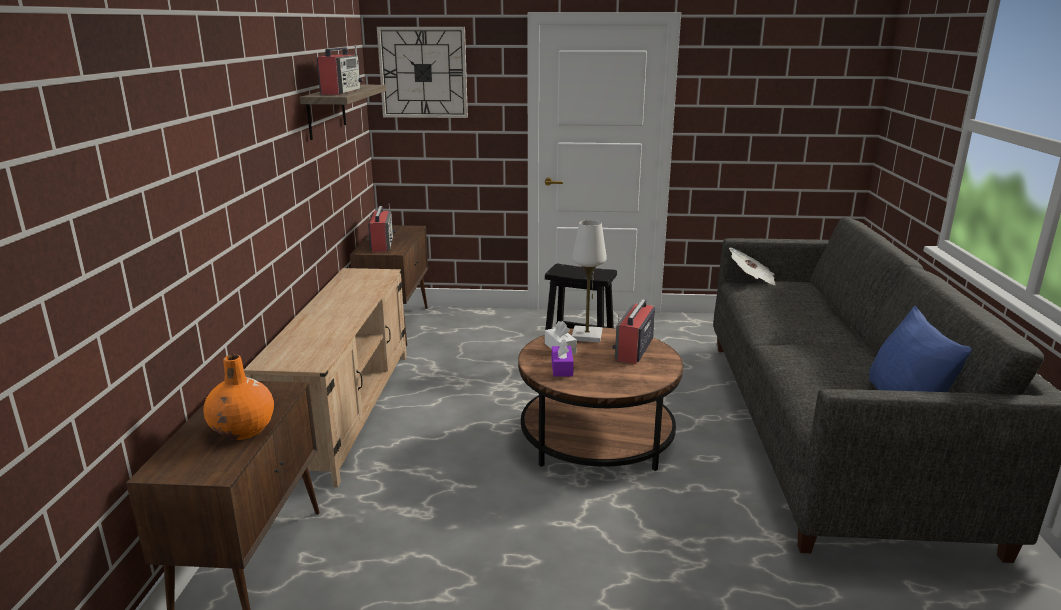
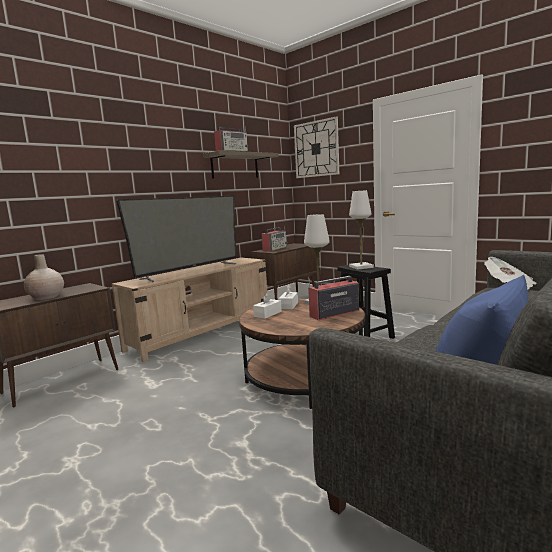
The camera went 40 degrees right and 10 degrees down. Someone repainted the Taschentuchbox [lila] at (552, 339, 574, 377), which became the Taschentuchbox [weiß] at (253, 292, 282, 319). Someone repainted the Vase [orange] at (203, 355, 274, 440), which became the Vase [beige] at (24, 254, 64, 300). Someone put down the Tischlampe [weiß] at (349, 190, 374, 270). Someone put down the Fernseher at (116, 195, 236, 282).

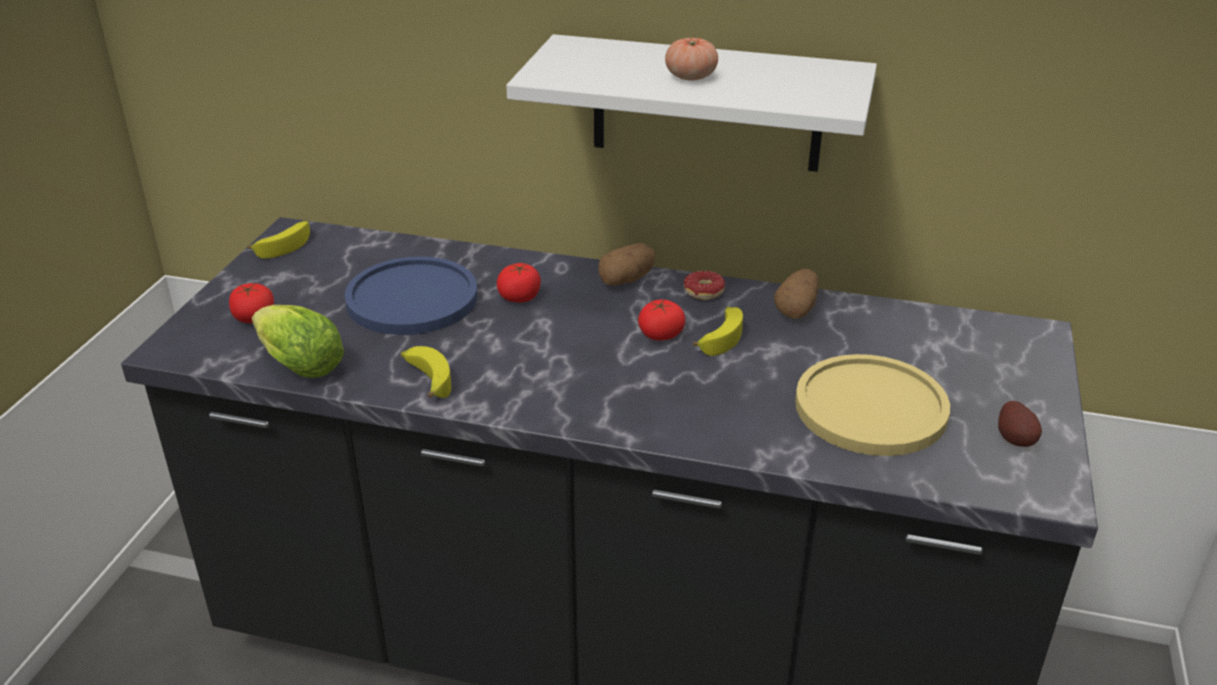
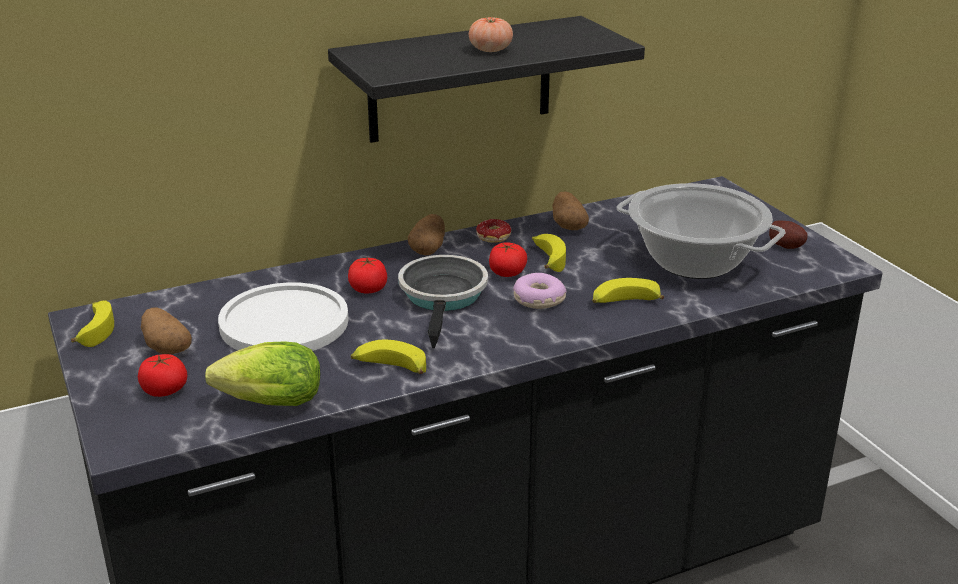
The camera went 40 degrees left and 5 degrees down. Someone repainted the Wandregal [weiß] at (506, 34, 877, 172), which became the Wandregal [schwarz] at (328, 16, 645, 143). Someone repainted the Teller [blau] at (345, 257, 478, 335), which became the Teller [weiß] at (218, 282, 349, 351). Someone swapped the Teller [gelb] at (795, 354, 950, 456) for the Kochtopf at (617, 183, 786, 279). Someone put down the Pfanne at (398, 255, 488, 348). Someone put down the Donut at (513, 273, 567, 309). Someone put down the Banane at (593, 278, 664, 303). Someone put down the Kartoffel at (141, 307, 192, 354).

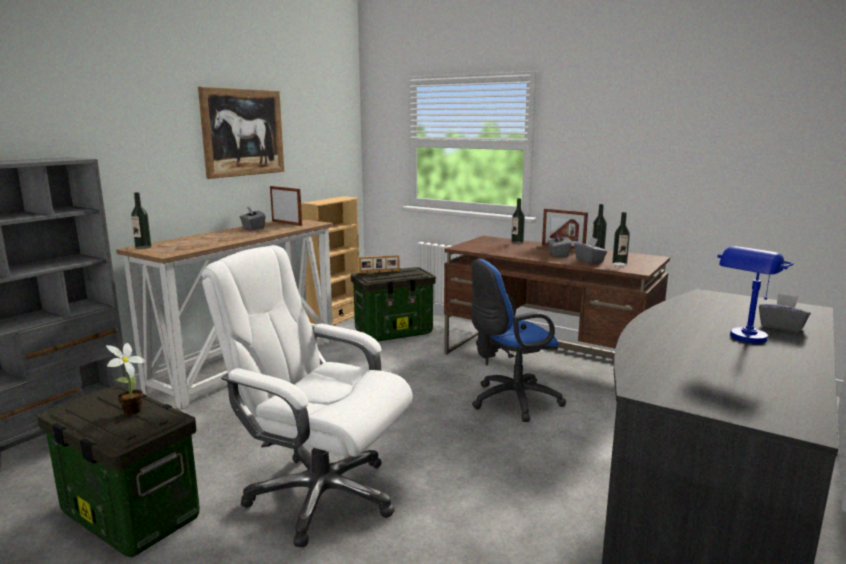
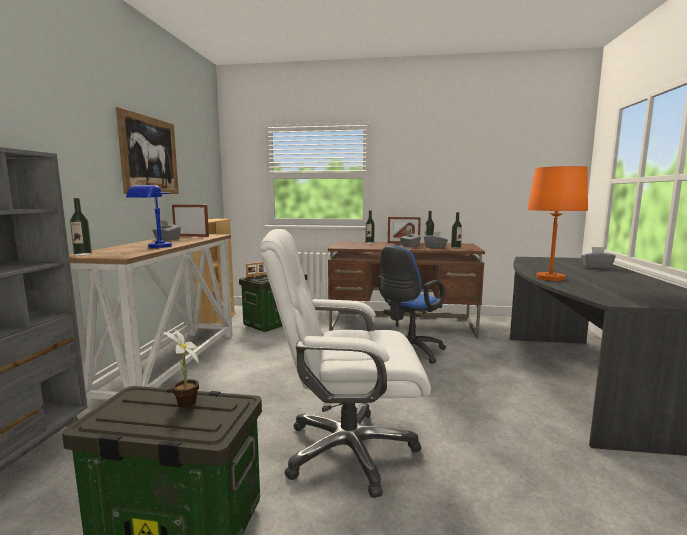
The camera went 25 degrees left and 5 degrees down. Someone carried the Tischlampe [blau] from (718, 246, 794, 343) to (126, 185, 172, 248). Someone put down the Tischlampe [orange] at (527, 166, 588, 281).

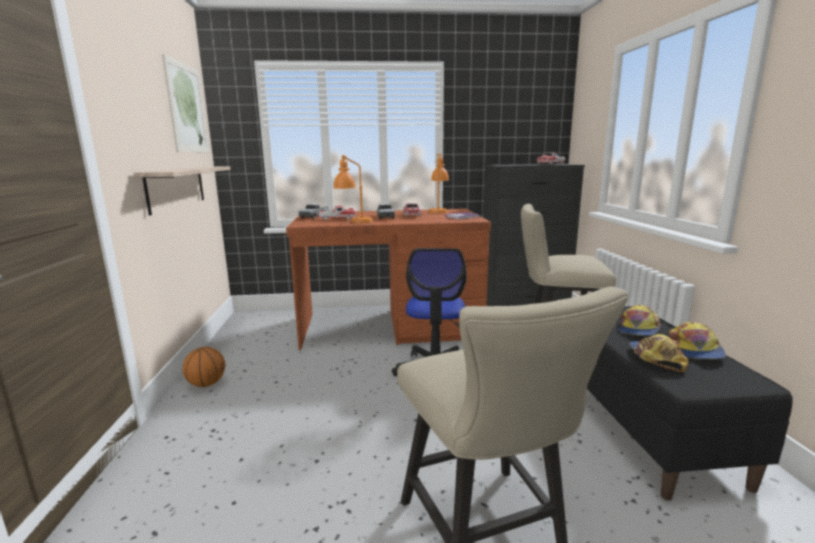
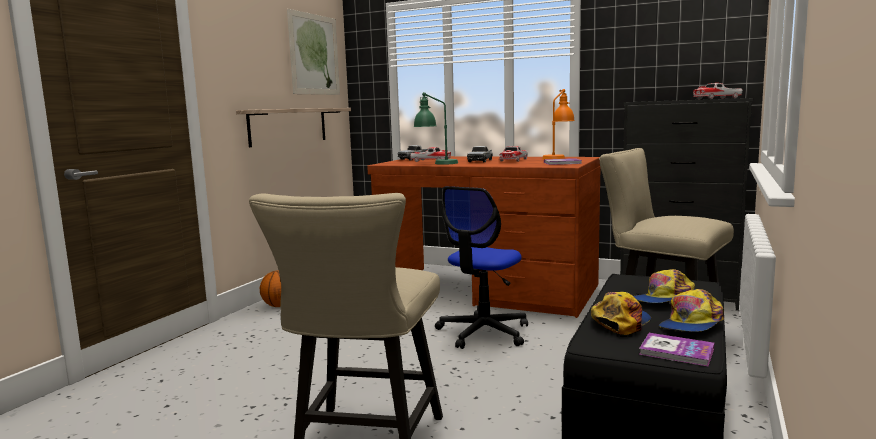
The camera went 30 degrees right and 5 degrees down. Someone repainted the Tischlampe [orange] at (334, 155, 373, 223), which became the Tischlampe [grün] at (413, 92, 458, 165). Someone put down the Buch at (639, 333, 714, 366).

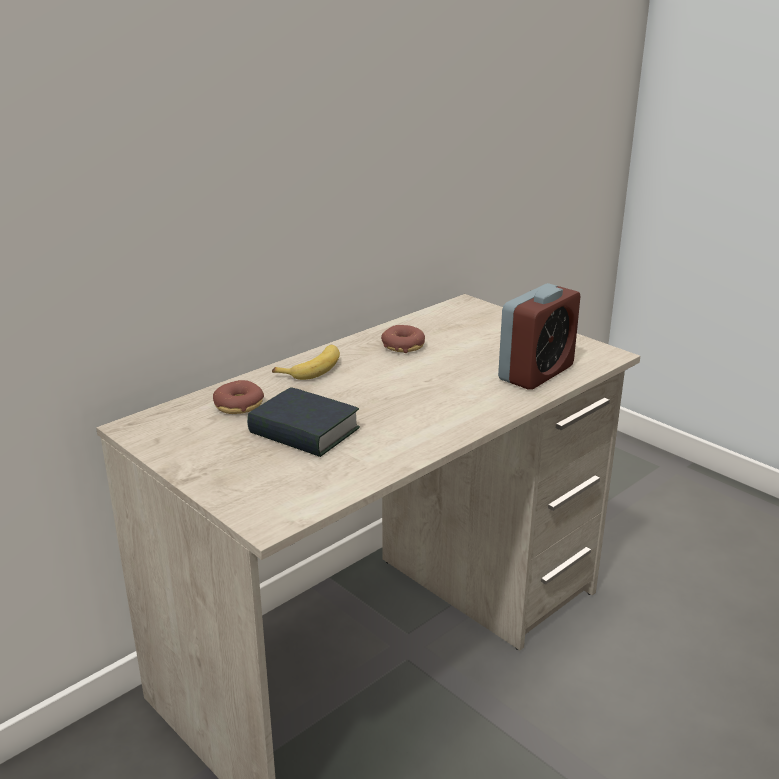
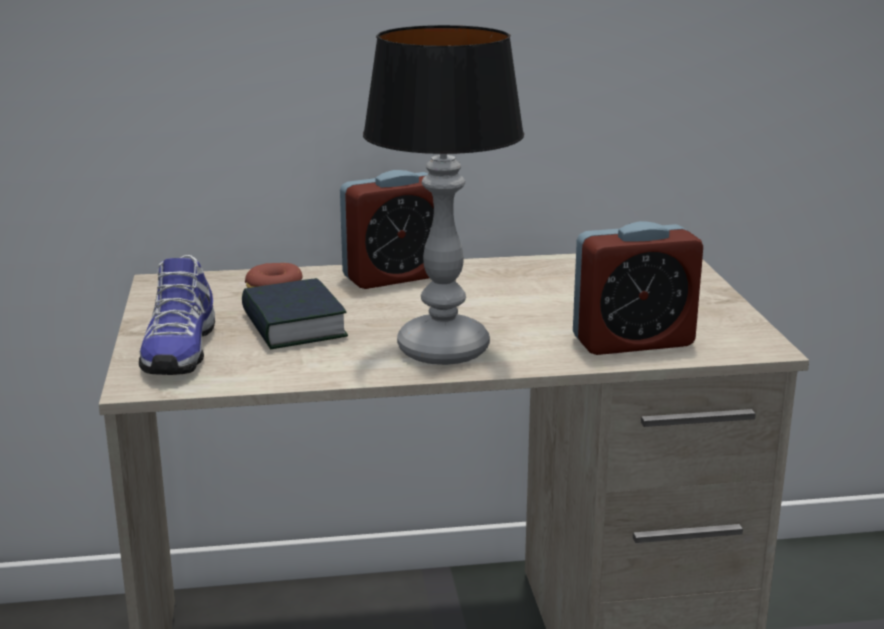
The camera went 35 degrees right and 5 degrees down. Someone took away the Donut at (381, 325, 425, 353). Someone swapped the Banane at (272, 345, 340, 380) for the Wecker at (340, 170, 434, 289). Someone put down the Tischlampe at (363, 25, 524, 365). Someone put down the Schuh at (139, 255, 215, 375).

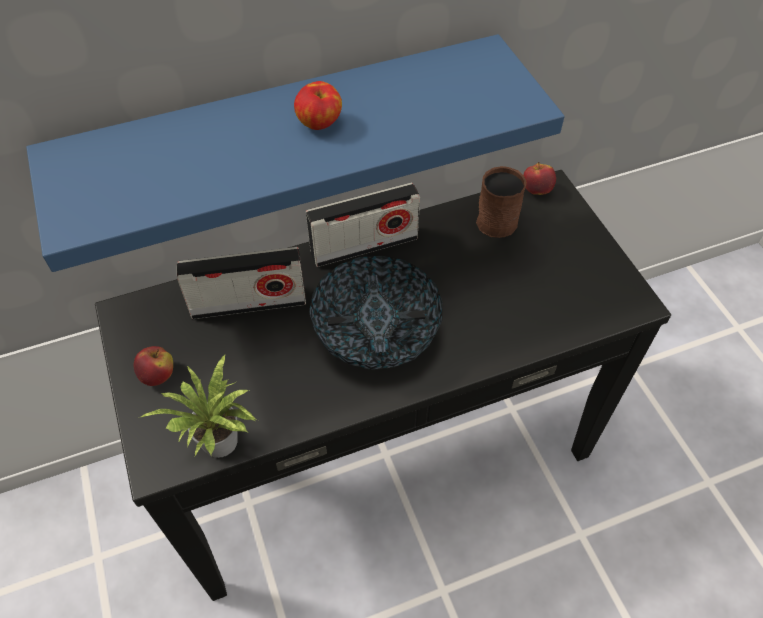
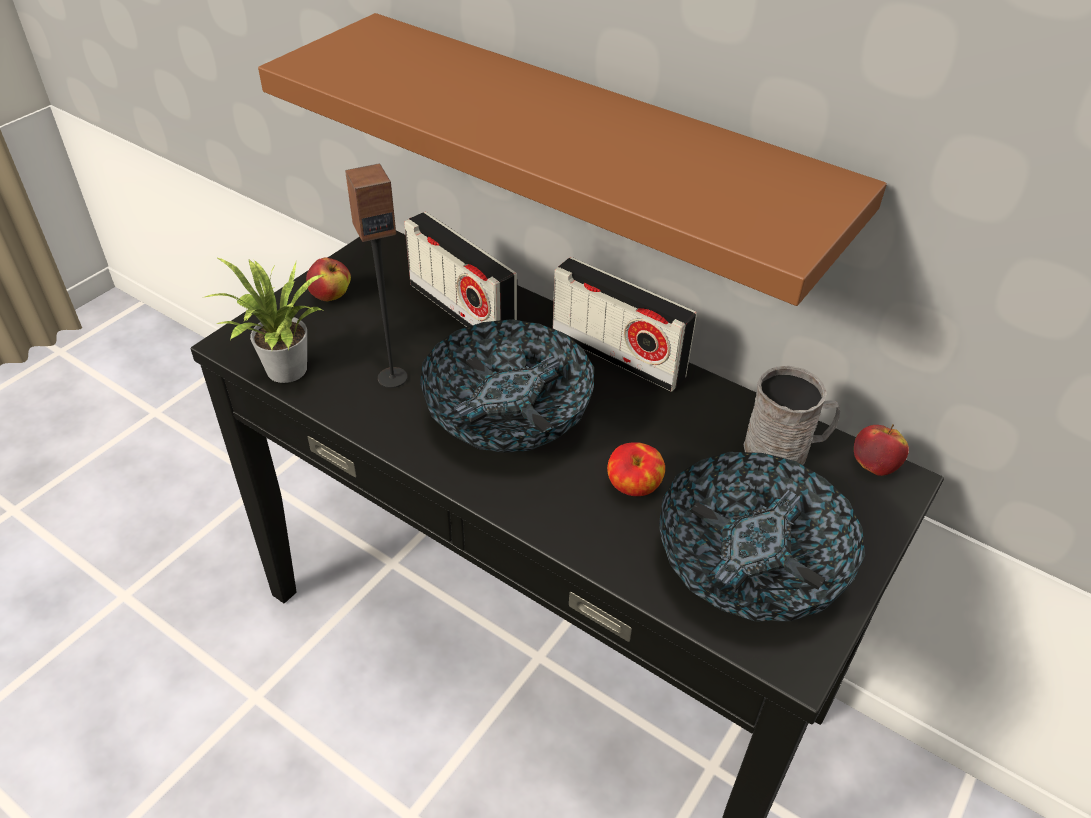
The camera went 55 degrees right and 10 degrees down. Someone repainted the Wandregal [blau] at (26, 34, 565, 272), which became the Wandregal [braun] at (258, 13, 887, 306). Someone carried the Apfel from (294, 81, 342, 130) to (607, 442, 665, 496). Someone repainted the Henkelbecher [braun] at (476, 166, 526, 238), which became the Henkelbecher [grau] at (743, 366, 840, 465). Someone put down the Lautsprecher at (345, 164, 408, 388). Someone put down the Schüssel at (659, 452, 865, 621).

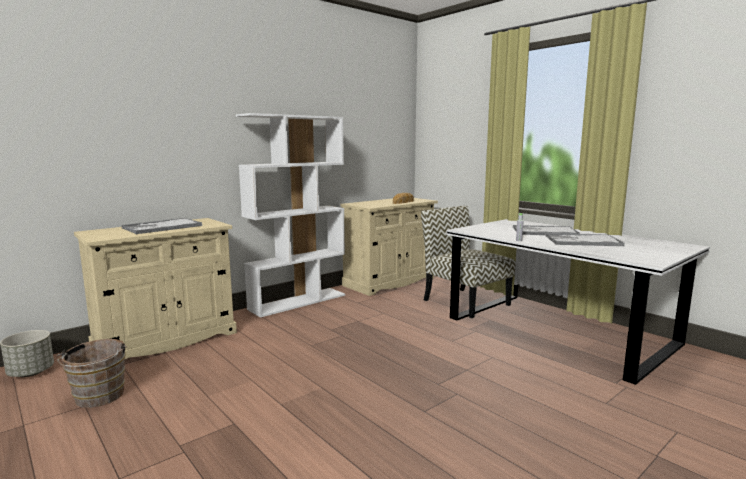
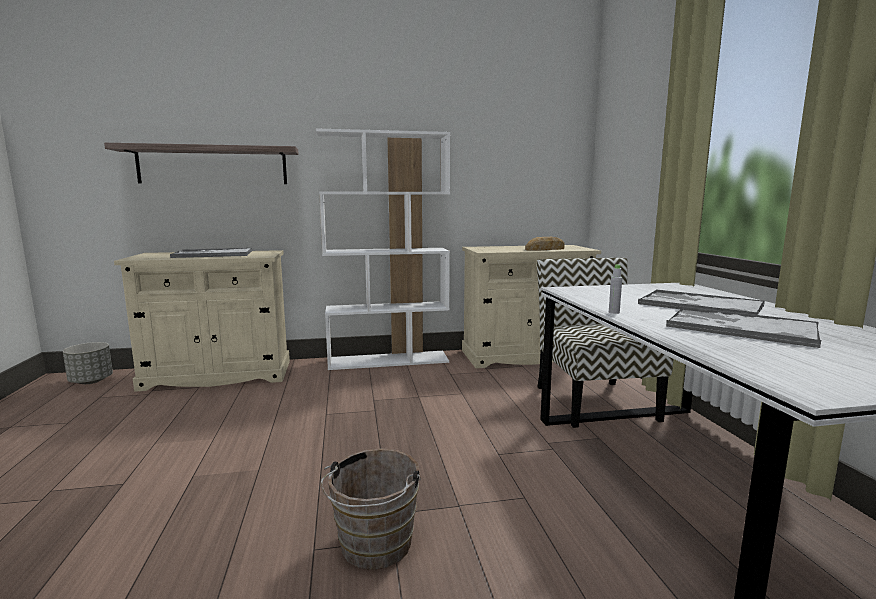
The camera went 30 degrees right and 0 degrees up. Someone carried the Eimer [braun] from (57, 339, 127, 408) to (321, 449, 421, 570). Someone put up the Wandregal at (104, 143, 299, 184).

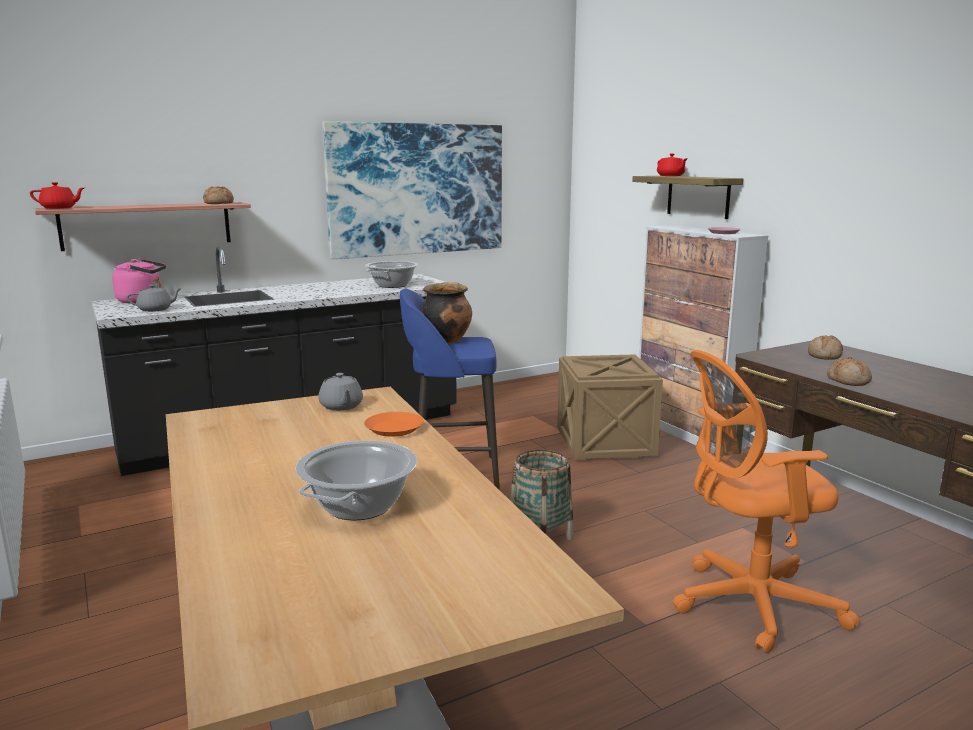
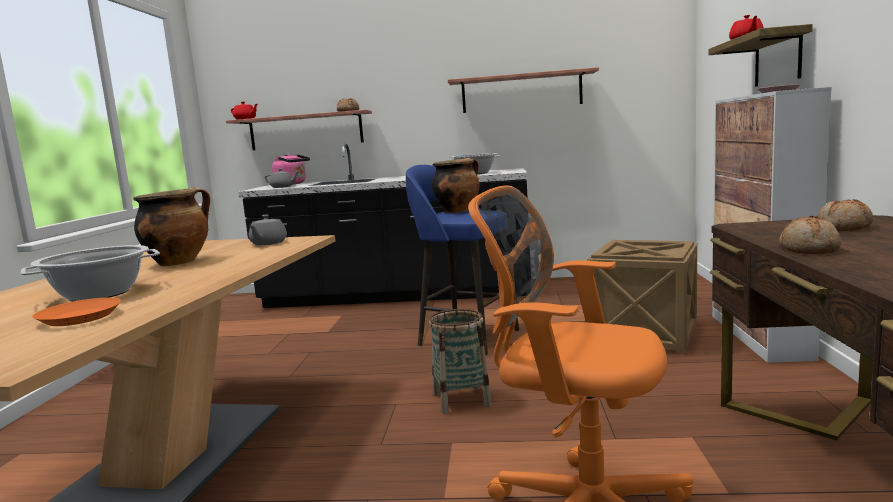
The camera went 35 degrees right and 5 degrees down. Someone swapped the Bild at (322, 121, 502, 259) for the Wandregal at (448, 67, 599, 113). Someone carried the Teller [orange] from (364, 412, 424, 437) to (32, 298, 121, 326). Someone put down the Kochtopf at (133, 188, 210, 266).

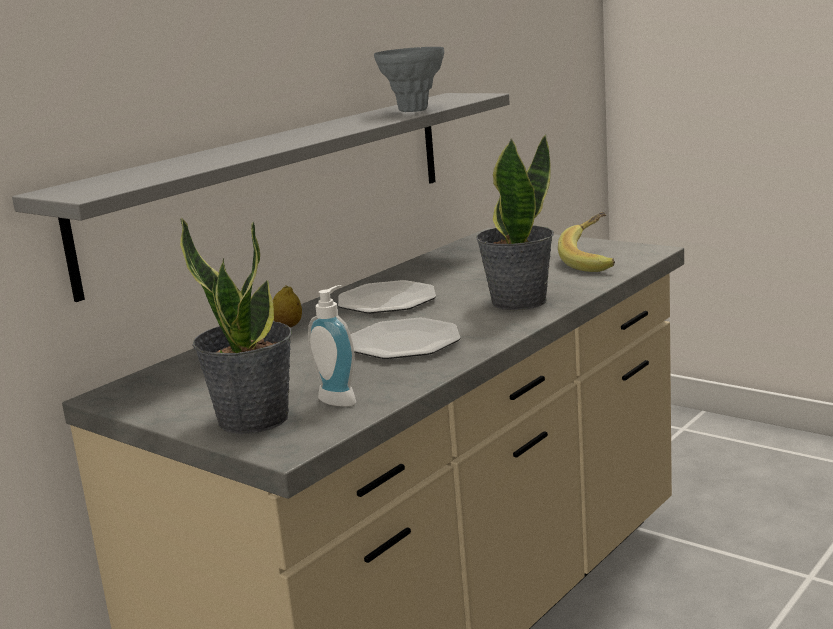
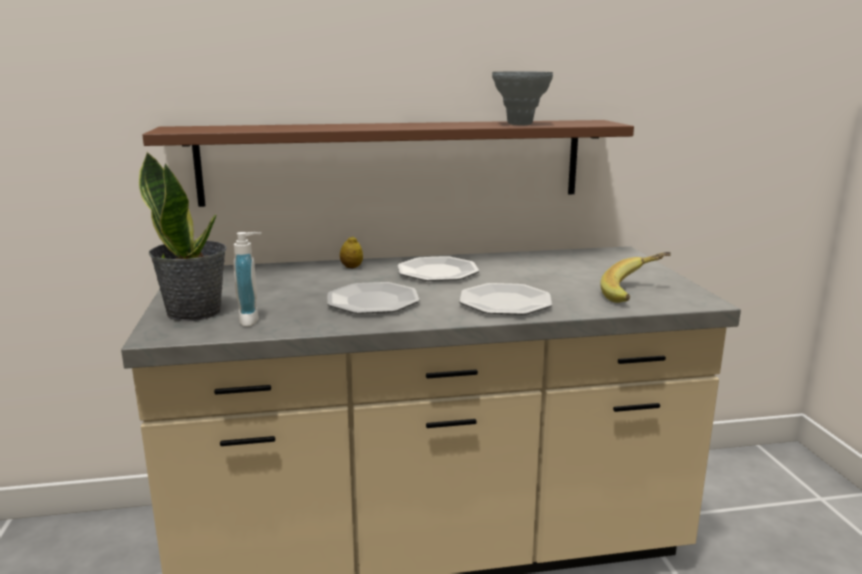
The camera went 40 degrees right and 0 degrees up. Someone repainted the Wandregal [grau] at (12, 93, 510, 302), which became the Wandregal [braun] at (142, 120, 634, 207). Someone swapped the Topfpflanze at (476, 134, 554, 310) for the Teller at (459, 283, 552, 315).

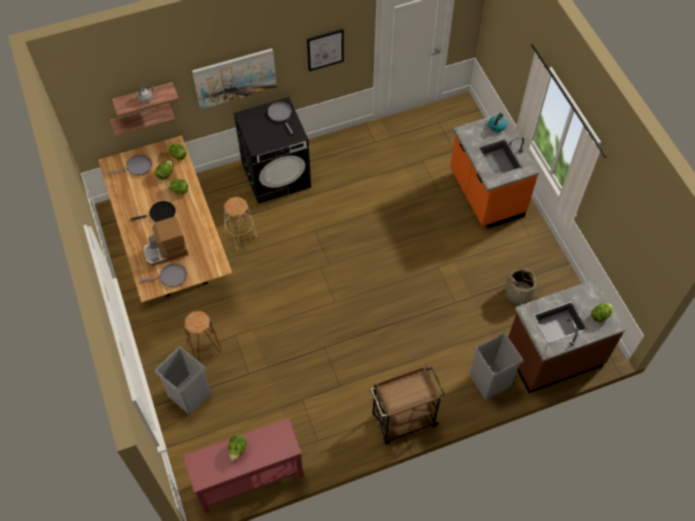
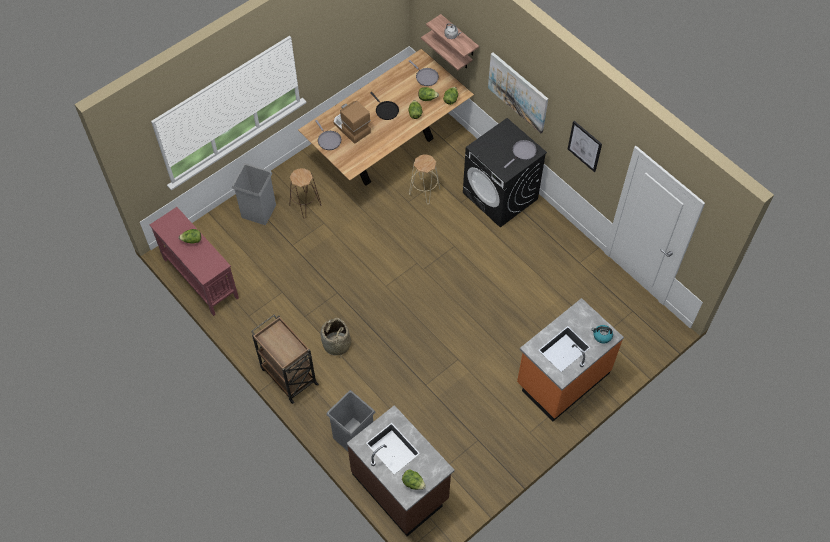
The camera went 70 degrees right and 0 degrees up. Someone carried the Korb from (502, 269, 543, 305) to (320, 318, 351, 355).

